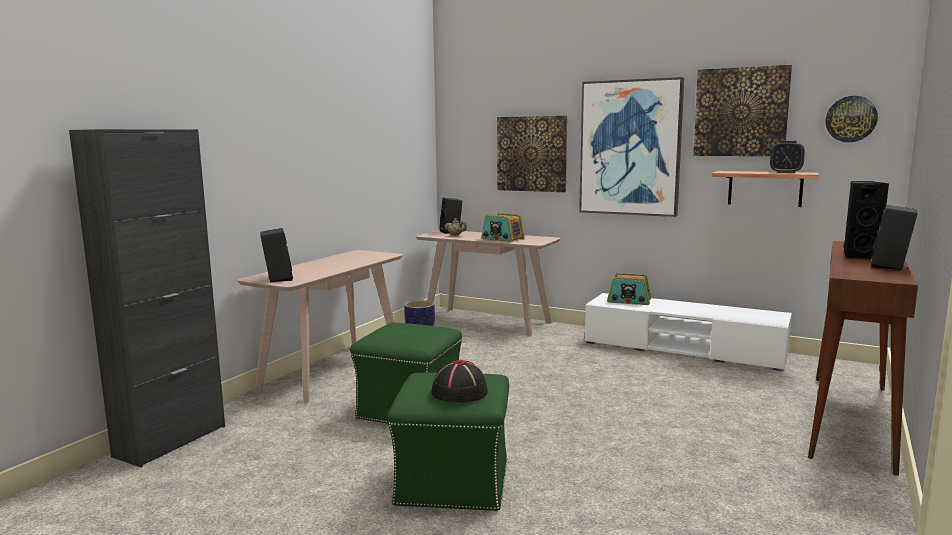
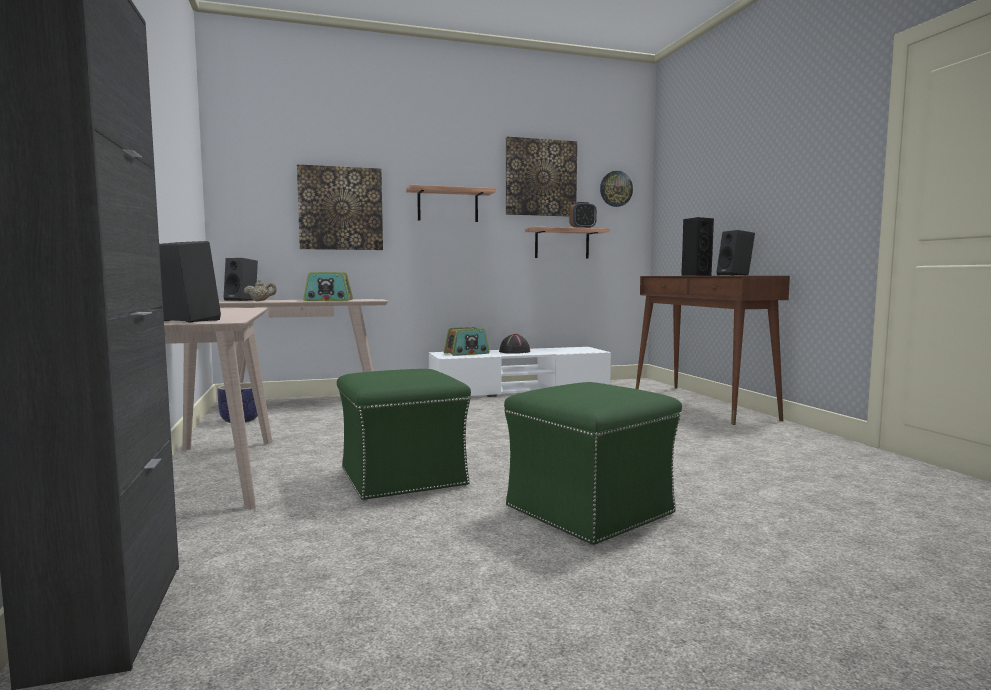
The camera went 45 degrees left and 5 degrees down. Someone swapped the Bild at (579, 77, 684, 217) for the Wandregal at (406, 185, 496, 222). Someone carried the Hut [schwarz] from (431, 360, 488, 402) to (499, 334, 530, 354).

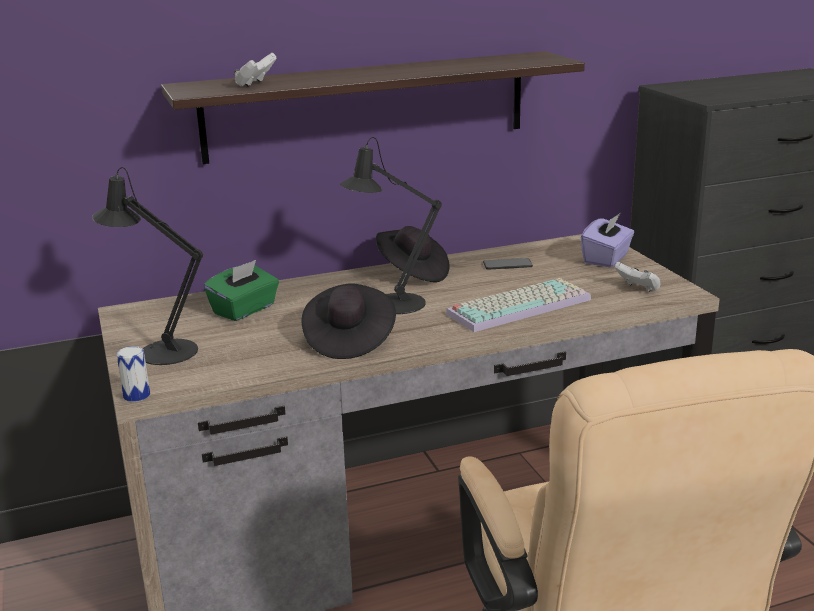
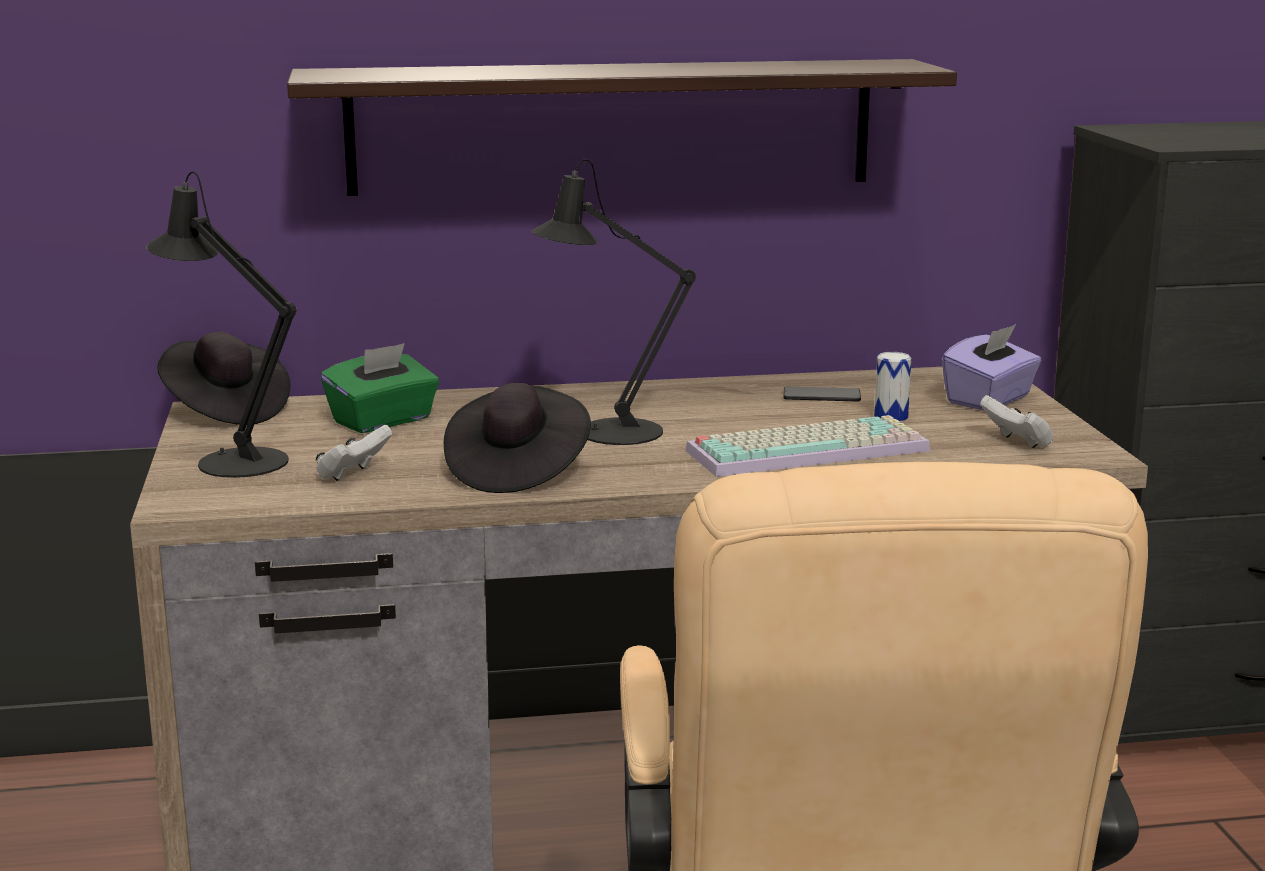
The camera went 10 degrees right and 5 degrees down. Someone carried the Gamepad [weiß] from (234, 53, 277, 87) to (316, 425, 392, 481). Someone carried the Hut [schwarz] from (376, 226, 449, 282) to (157, 332, 290, 425). Someone carried the Dose from (116, 346, 150, 402) to (874, 352, 911, 422).

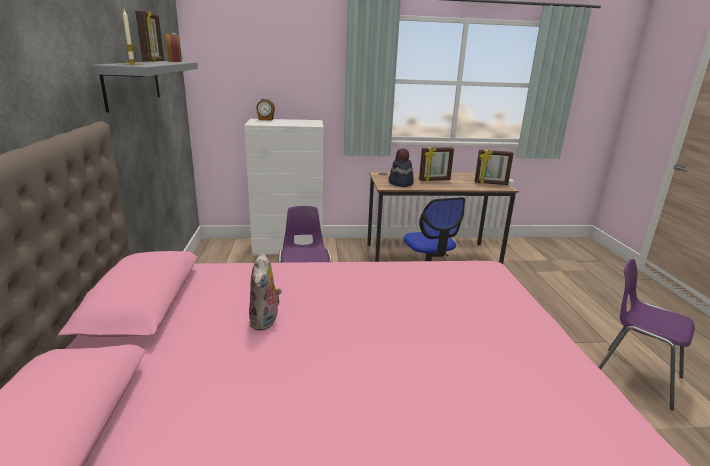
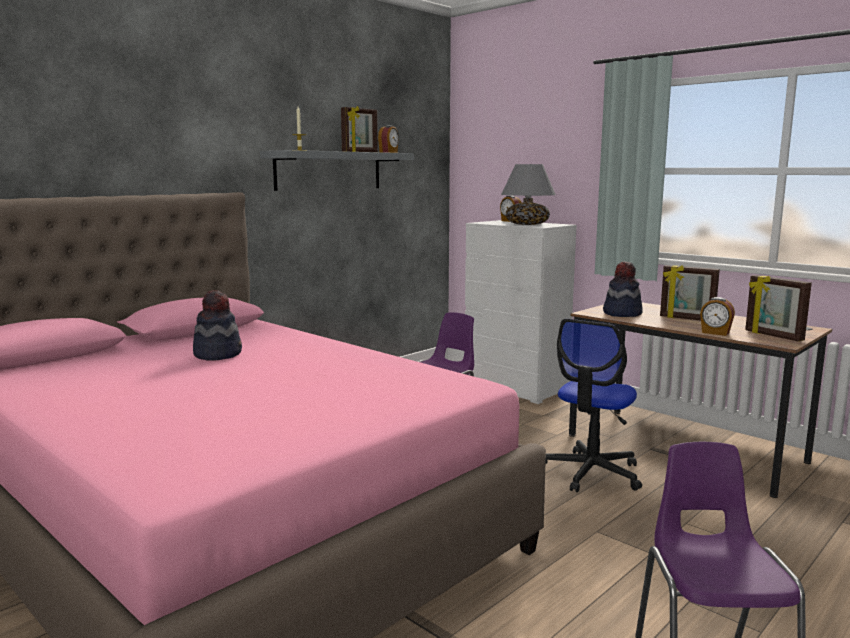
The camera went 50 degrees right and 10 degrees down. Someone swapped the Plüschtier at (249, 253, 282, 331) for the Hut at (193, 290, 242, 360). Someone put down the Tischlampe [grau] at (501, 164, 556, 225). Someone put down the Wecker at (700, 297, 735, 336).

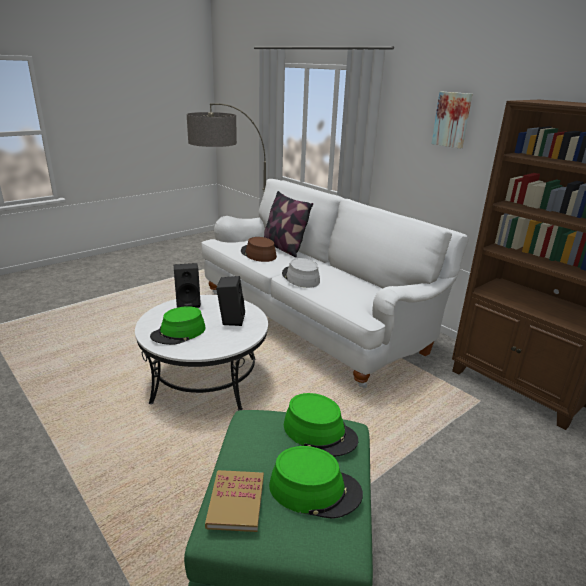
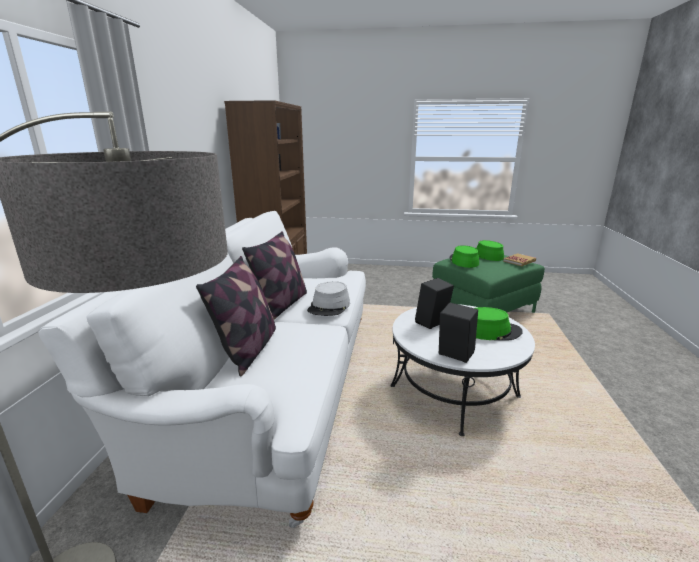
The camera went 130 degrees left and 5 degrees down. Someone took away the Bild at (432, 92, 472, 148). Someone took away the Hut [braun] at (241, 237, 277, 262). Someone put down the Kissen at (242, 231, 307, 320).

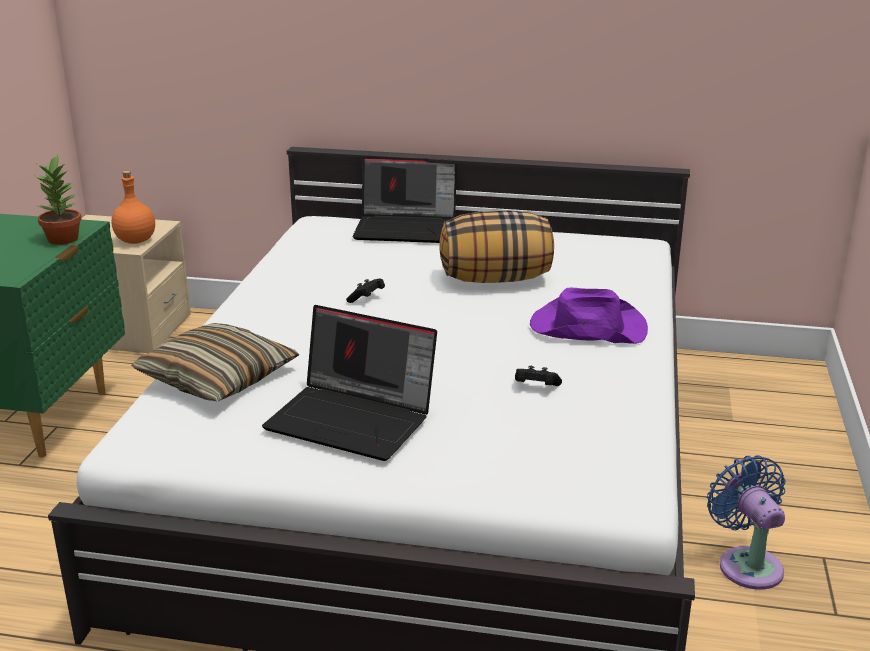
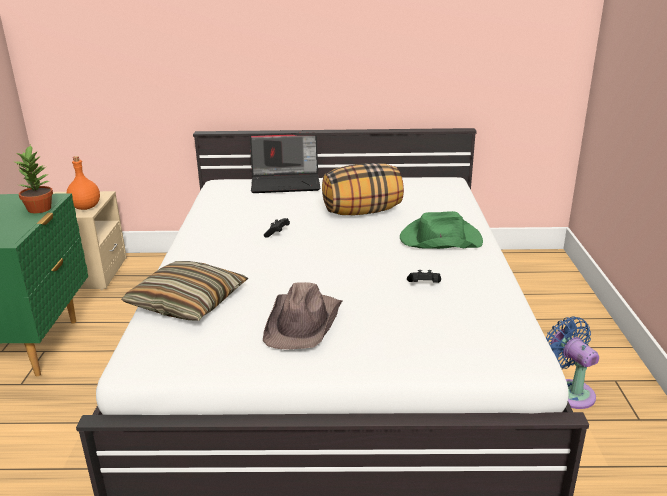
The camera went 10 degrees left and 0 degrees up. Someone repainted the Hut [lila] at (530, 288, 648, 344), which became the Hut [grün] at (400, 211, 483, 249). Someone swapped the Laptop at (262, 305, 437, 461) for the Hut [braun] at (263, 282, 342, 349).

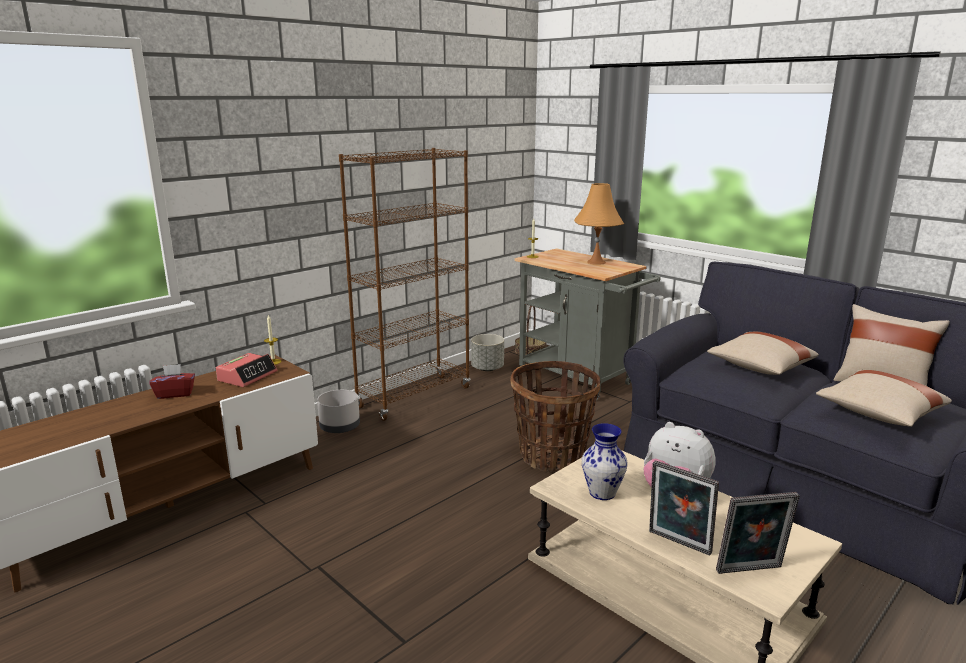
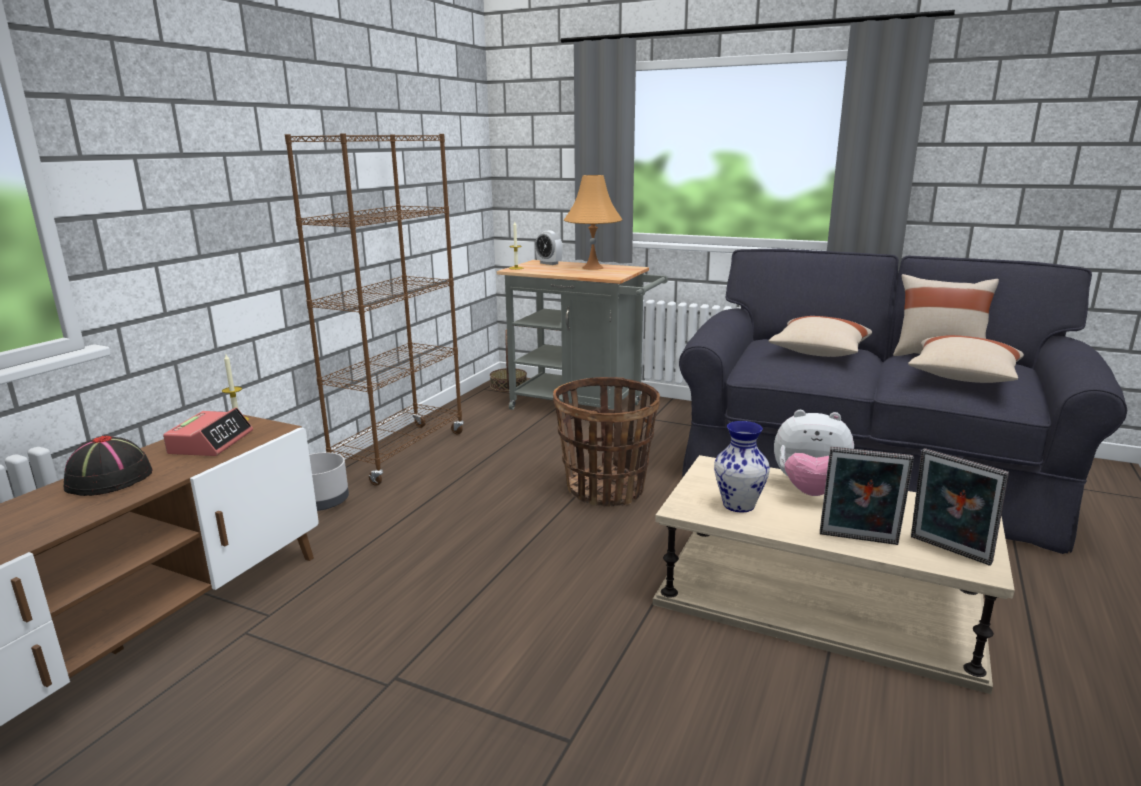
The camera went 20 degrees left and 0 degrees up. Someone took away the Pflanzkübel [grau] at (471, 334, 504, 371). Someone swapped the Taschentuchbox [rot] at (149, 364, 195, 399) for the Hut [schwarz] at (64, 436, 153, 496). Someone rotated the Bilderrahmen at (716, 492, 800, 574) by 75 degrees clockwise. Someone put down the Wecker at (535, 231, 563, 265).

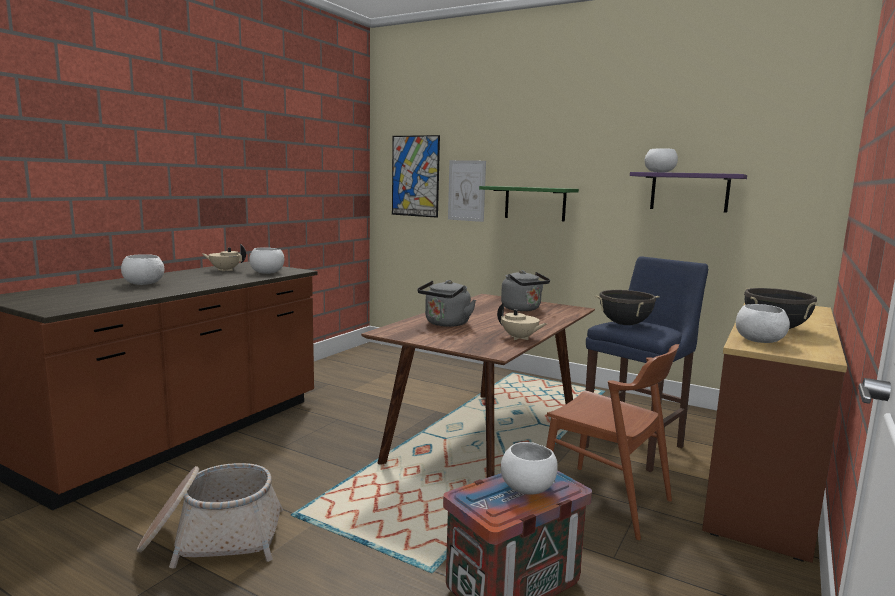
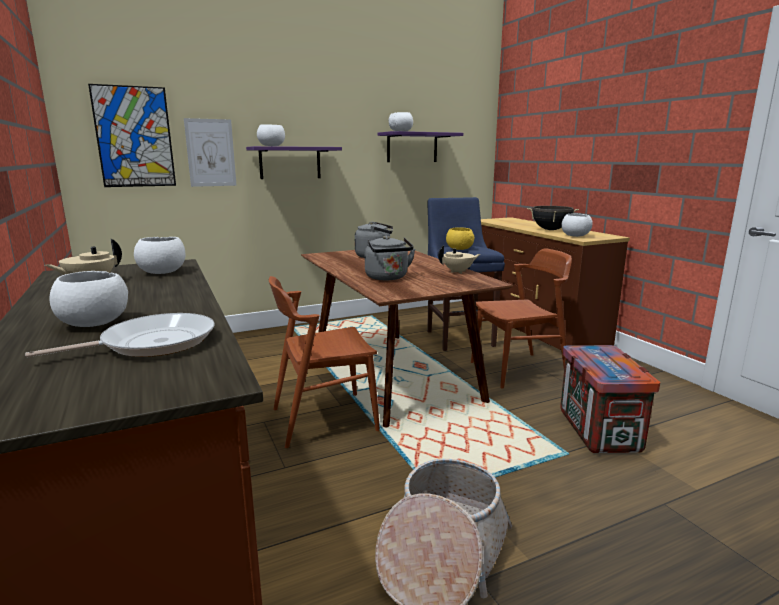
The camera went 55 degrees left and 5 degrees up. Someone repainted the Wandregal [grün] at (479, 186, 579, 221), which became the Wandregal [lila] at (246, 146, 342, 179). Someone swapped the Kochtopf [schwarz] at (595, 290, 659, 325) for the Schüssel [gelb] at (446, 227, 474, 250). Someone carried the Schüssel [weiß] from (501, 442, 558, 495) to (257, 124, 285, 146). Someone put down the Stuhl [braun] at (269, 276, 380, 448). Someone put down the Pfanne at (25, 313, 215, 358).

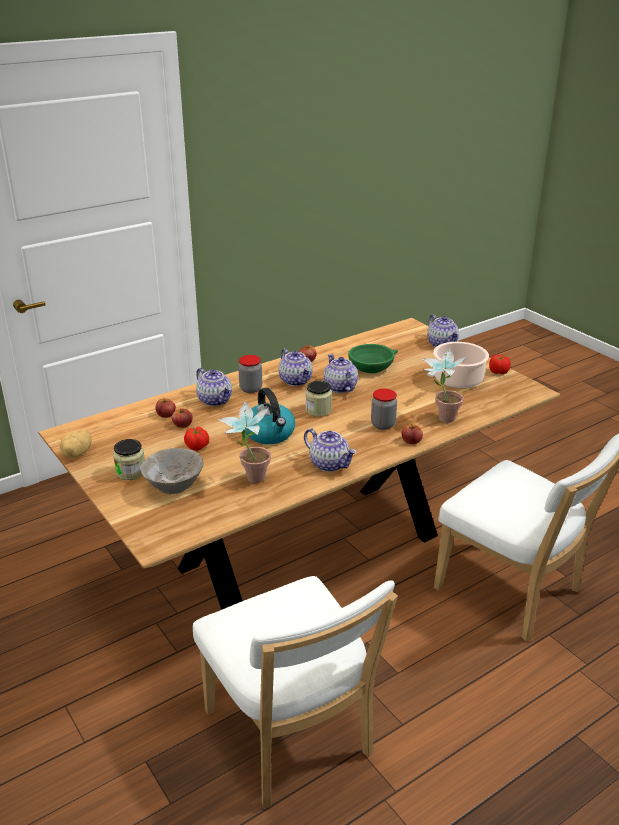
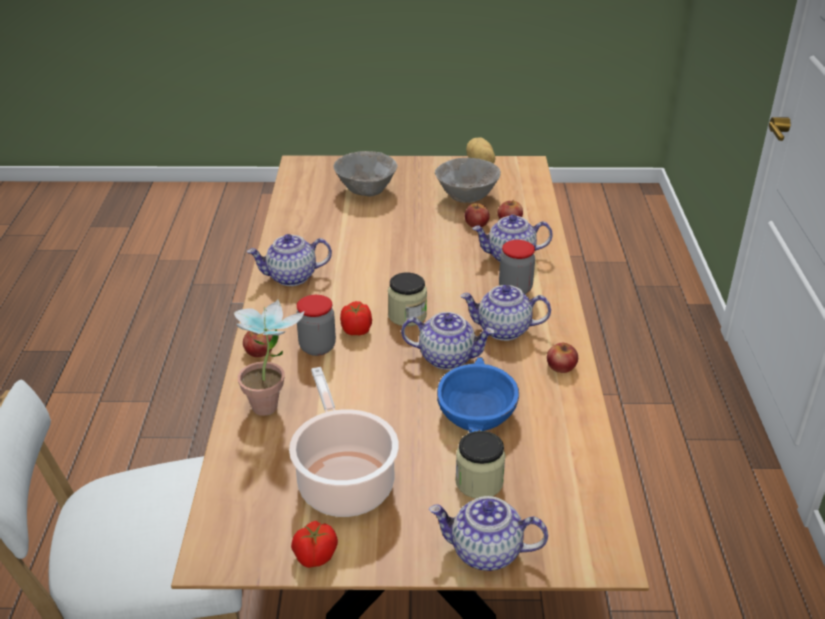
The camera went 125 degrees right and 5 degrees up. Someone repainted the Schüssel [grün] at (348, 344, 398, 373), which became the Schüssel [blau] at (437, 357, 519, 433). Someone took away the Wasserkessel at (245, 388, 295, 444). Someone took away the Topfpflanze at (218, 401, 271, 483). Someone carried the Tomate from (184, 427, 209, 451) to (340, 301, 372, 335). Someone carried the Vorratsglas from (113, 439, 145, 480) to (455, 431, 506, 498). Someone took away the Stuhl [weiß] at (193, 576, 398, 808). Someone put down the Schüssel [grau] at (435, 158, 501, 203).

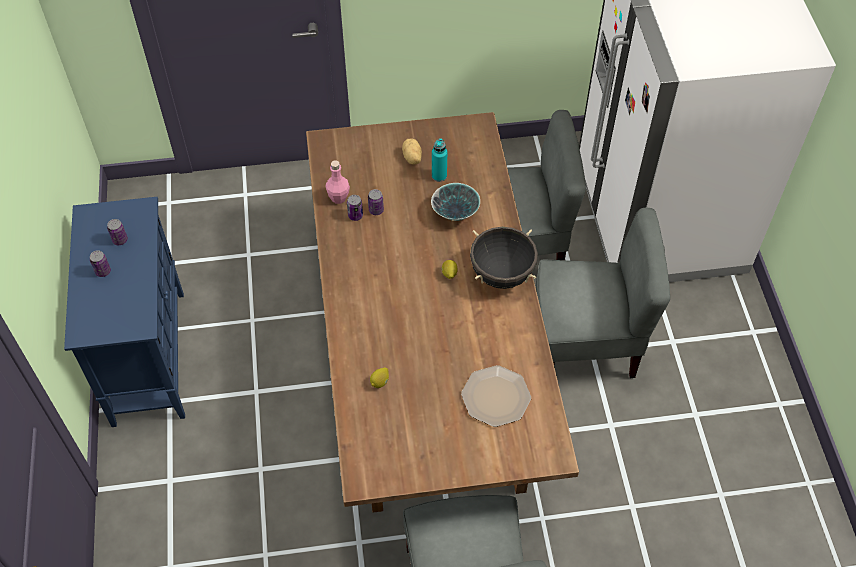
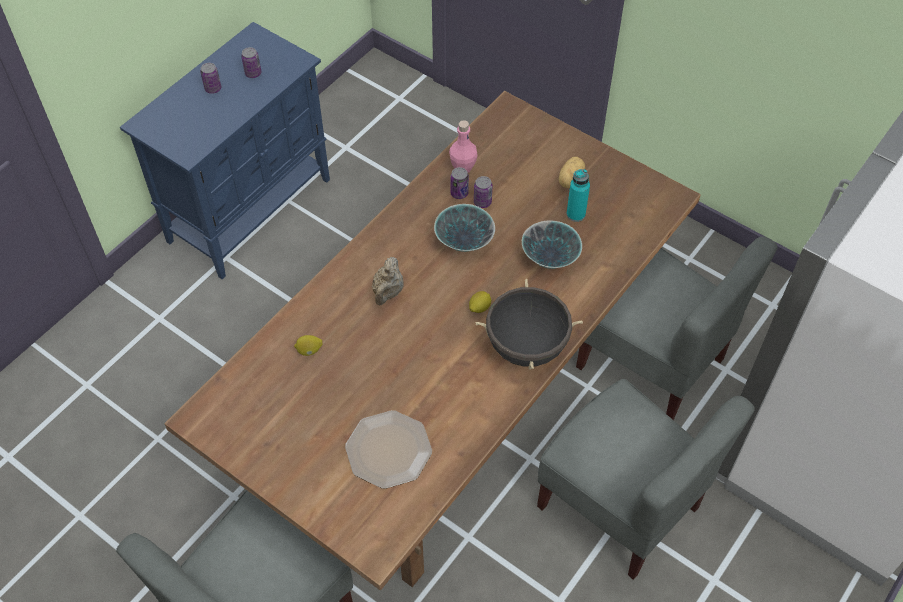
The camera went 45 degrees right and 0 degrees up. Someone put down the Schüssel at (434, 204, 495, 252). Someone put down the Teekanne [beige] at (372, 257, 404, 306).

